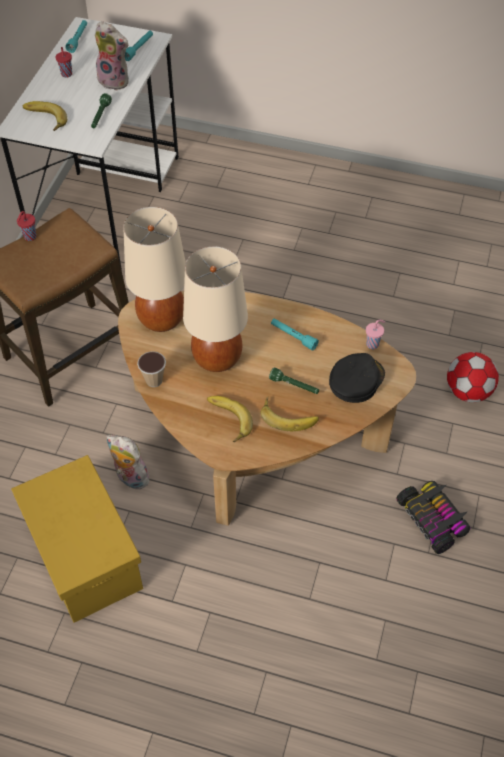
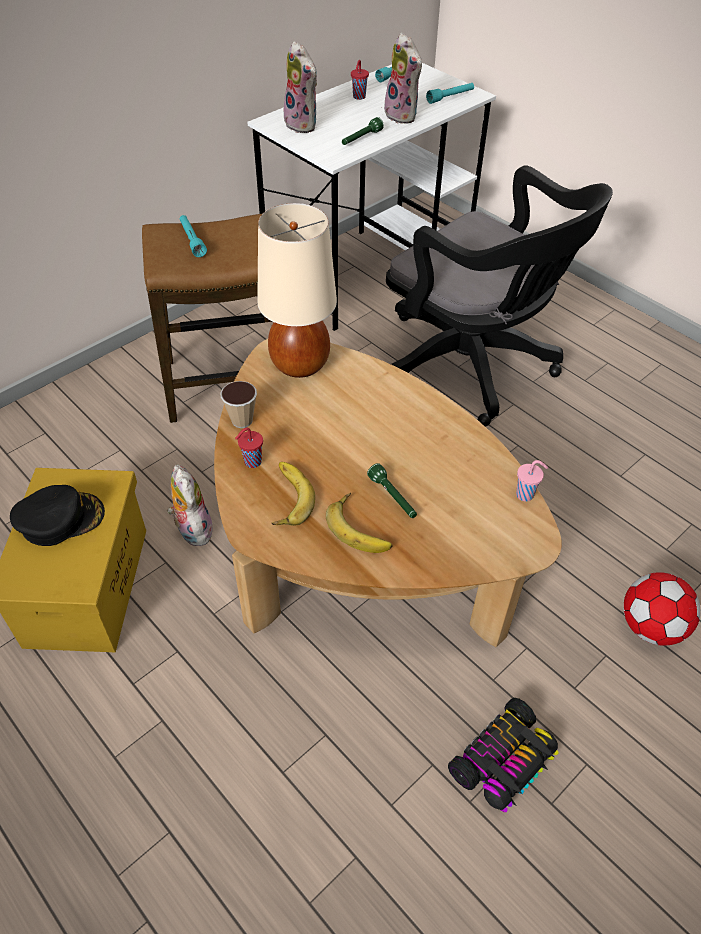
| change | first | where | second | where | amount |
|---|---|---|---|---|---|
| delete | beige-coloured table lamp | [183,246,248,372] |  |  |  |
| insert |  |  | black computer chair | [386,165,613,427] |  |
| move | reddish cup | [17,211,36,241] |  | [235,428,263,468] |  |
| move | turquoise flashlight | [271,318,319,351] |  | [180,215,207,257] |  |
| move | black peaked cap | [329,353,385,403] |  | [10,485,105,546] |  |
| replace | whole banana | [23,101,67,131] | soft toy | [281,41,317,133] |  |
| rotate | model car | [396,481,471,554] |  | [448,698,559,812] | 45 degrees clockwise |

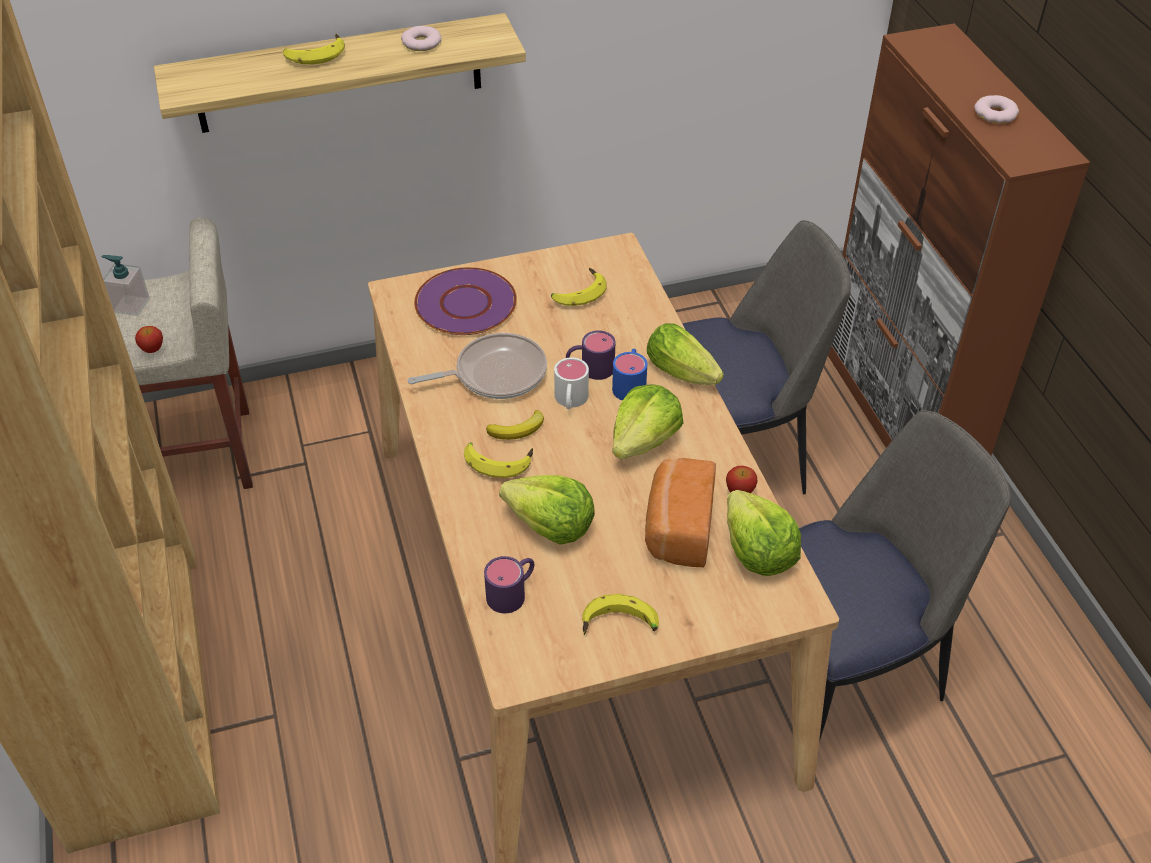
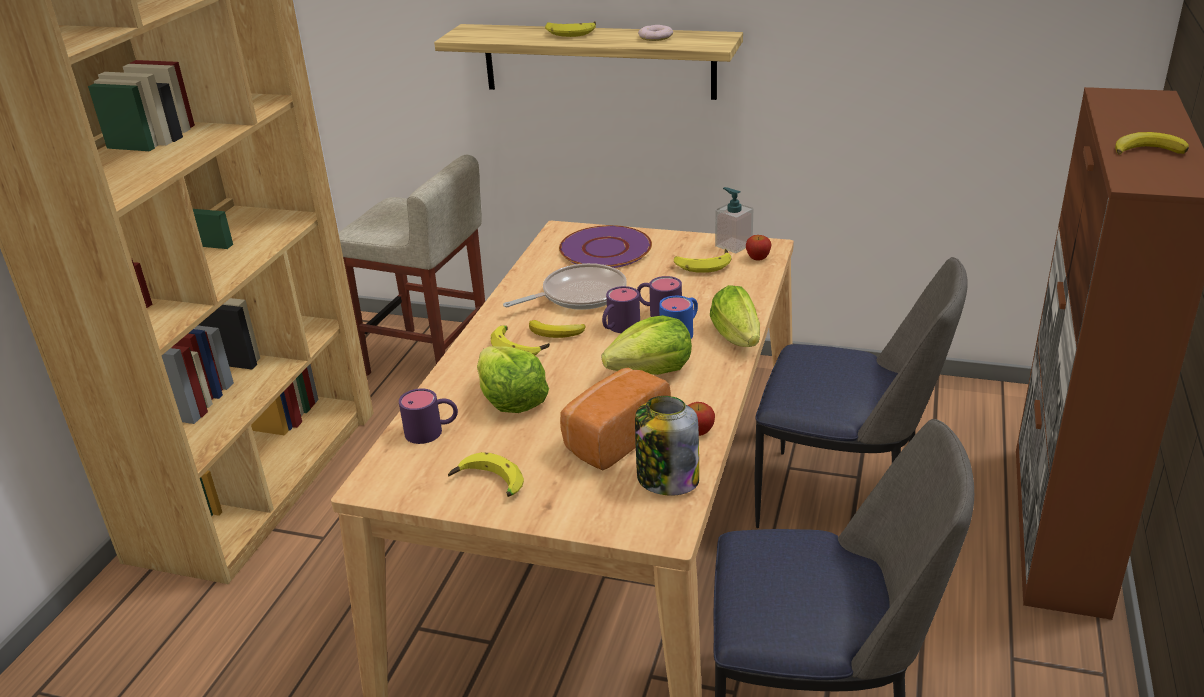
| change | first | where | second | where | amount |
|---|---|---|---|---|---|
| move | soap dispenser | [102,255,150,316] |  | [715,187,753,253] |  |
| move | apple fruit | [135,326,163,353] |  | [746,235,771,261] |  |
| replace | head of lettuce | [727,490,801,576] | storage jar | [635,396,699,496] |  |
| replace | ring doughnut | [974,95,1019,124] | whole banana | [1115,132,1189,155] |  |
| recolor | white-coloured coffee mug | [554,357,589,409] | purple coffee mug | [602,286,640,333] |  |
| rotate | pan | [408,333,547,399] |  | [503,263,627,310] | 45 degrees counterclockwise |

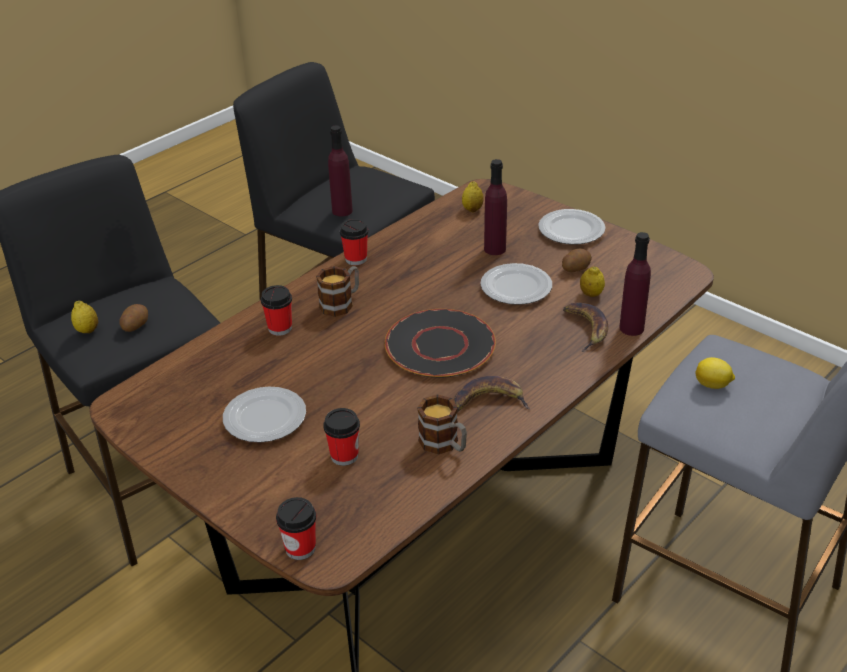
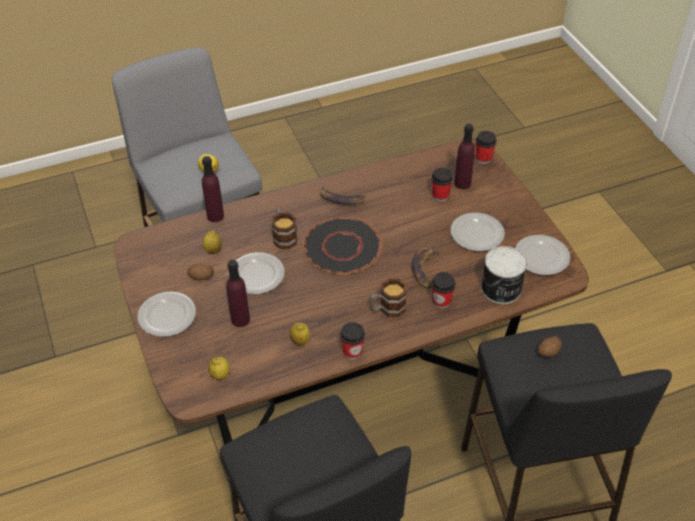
| change | first | where | second | where | amount |
|---|---|---|---|---|---|
| insert |  |  | sealed can | [481,246,527,304] |  |
| insert |  |  | dinner plate | [515,235,570,275] |  |
| move | whole lemon | [71,301,98,333] |  | [290,323,310,345] |  |
| move | purple drink bottle | [328,126,353,217] |  | [454,124,475,189] |  |
| move | coffee mug | [417,394,467,454] |  | [272,208,297,249] |  |
| move | whole banana | [563,303,608,352] |  | [412,248,443,289] |  |

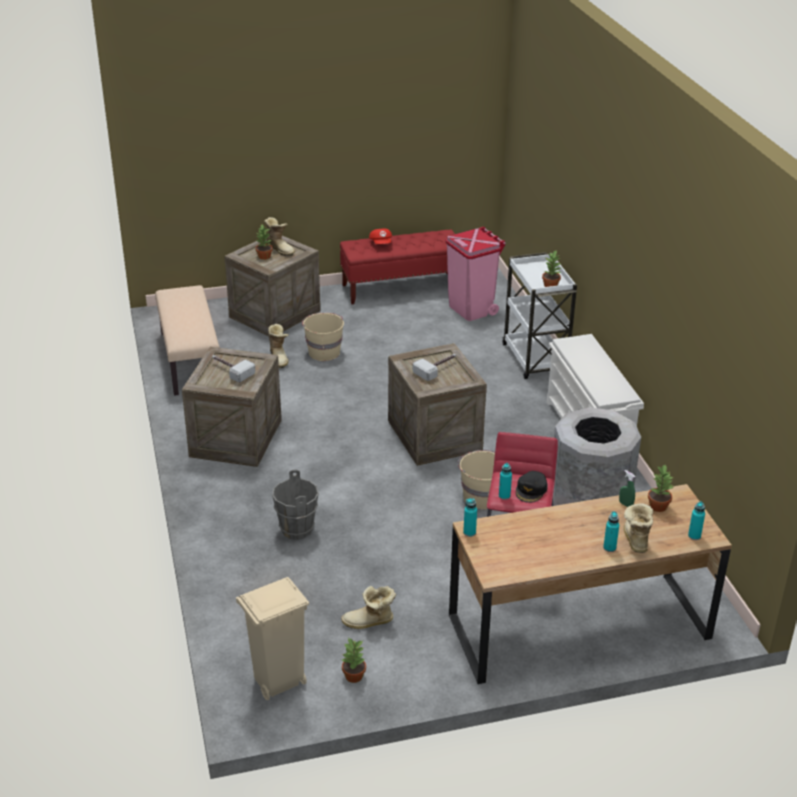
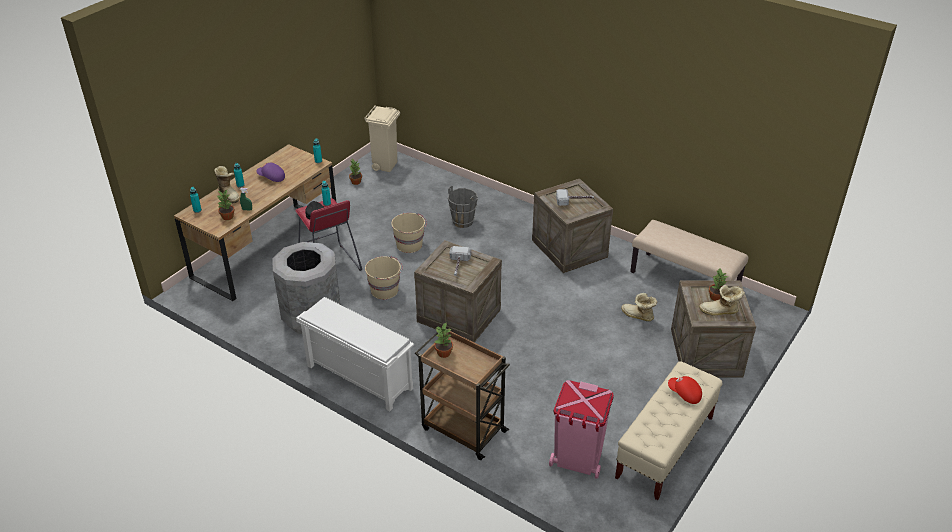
| change | first | where | second | where | amount |
|---|---|---|---|---|---|
| delete | high-top boot | [341,586,396,629] |  |  |  |
| insert |  |  | purple peaked cap | [257,163,285,182] |  |
| move | beige-coloured water bucket | [302,313,344,361] |  | [391,213,427,253] |  |
| recolor | reddish indoor bench | [340,230,455,304] | beige-coloured indoor bench | [615,361,723,500] |  |
| recolor | white-coloured trolley | [502,252,577,379] | brown-coloured trolley | [415,329,510,460] |  |

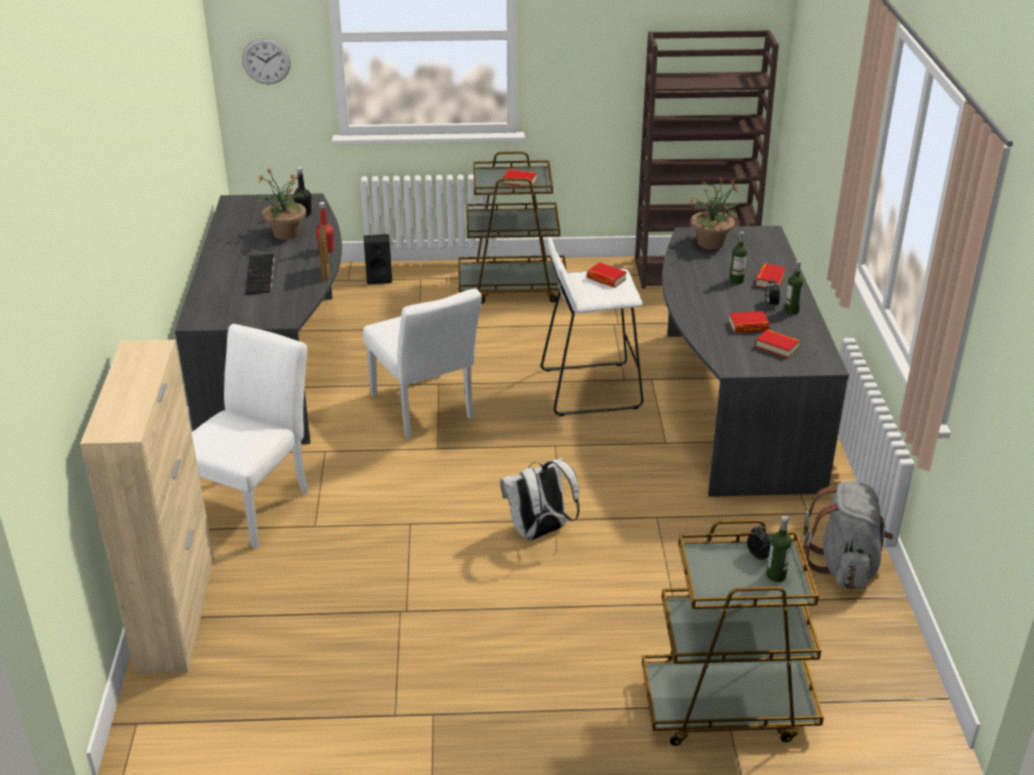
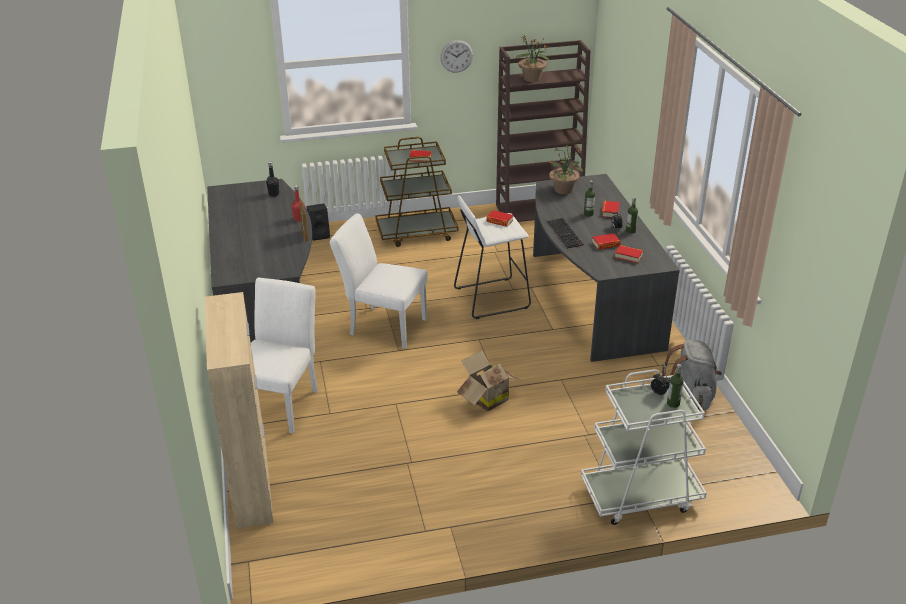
| change | first | where | second | where | amount |
|---|---|---|---|---|---|
| move | clock on the wall | [242,38,291,84] |  | [440,40,473,73] |  |
| move | keyboard | [244,254,274,295] |  | [547,218,584,248] |  |
| move | potted plant | [254,168,306,240] |  | [516,35,550,82] |  |
| replace | white-coloured backpack | [500,458,580,540] | cardboard box | [457,350,520,412] |  |
| recolor | brown-coloured trolley | [642,520,824,746] | white-coloured trolley | [581,369,707,525] |  |
| rotate | white-coloured upright chair | [363,288,482,438] |  | [330,214,428,349] | 150 degrees clockwise |

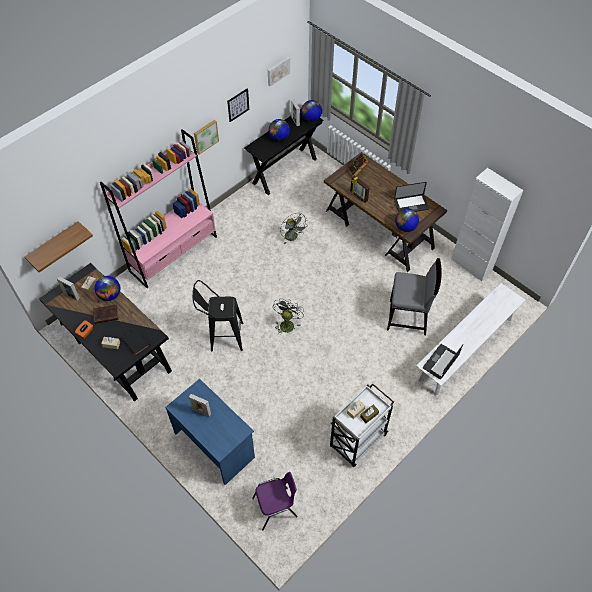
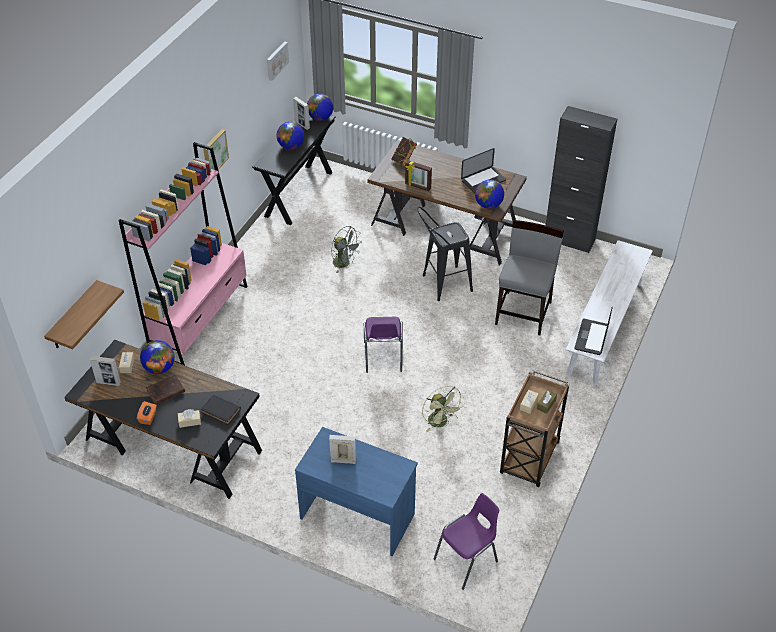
| change | first | where | second | where | amount |
|---|---|---|---|---|---|
| delete | wall picture | [227,88,249,122] |  |  |  |
| insert |  |  | green electric fan | [422,386,464,432] |  |
| move | black stool | [192,280,243,352] |  | [417,207,473,301] |  |
| replace | grey electric fan | [273,298,305,335] | purple upright chair | [364,317,403,373] |  |
| recolor | white-coloured trolley | [330,383,394,467] | brown-coloured trolley | [500,371,569,487] |  |
| recolor | white-coloured storage cabinet | [451,168,523,282] | black storage cabinet | [546,106,617,253] |  |
| rotate | grey upright chair | [387,258,442,335] |  | [495,220,564,336] | 60 degrees counterclockwise |

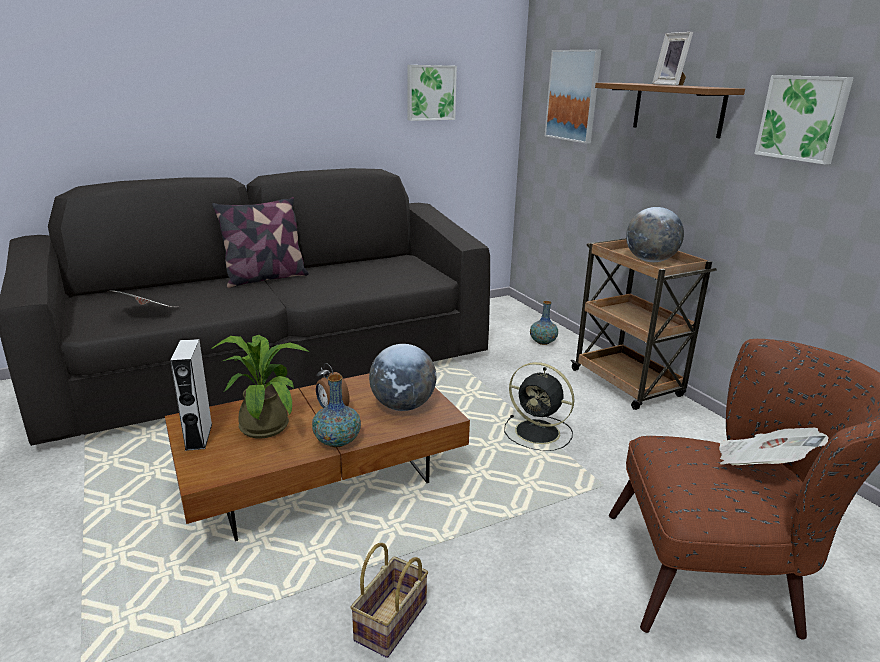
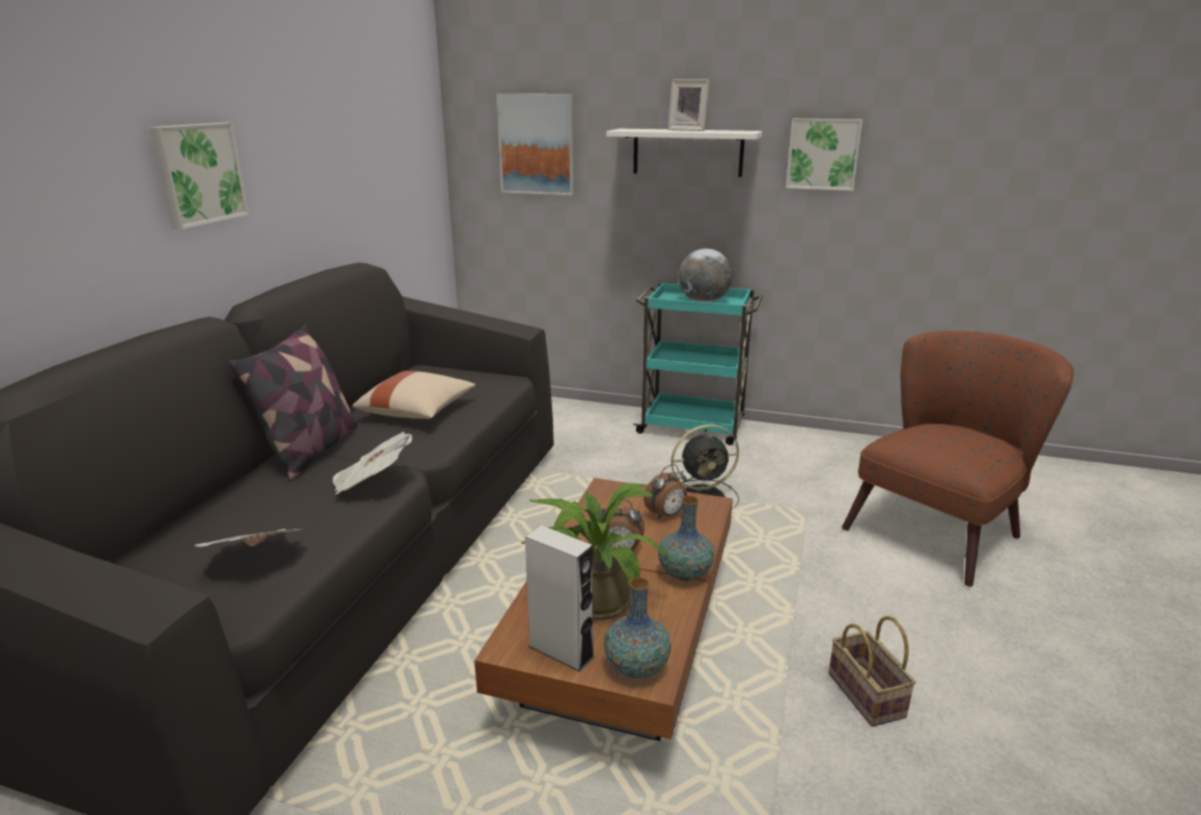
| change | first | where | second | where | amount |
|---|---|---|---|---|---|
| insert |  |  | beige-coloured cushion | [352,371,476,419] |  |
| move | wall picture | [407,65,457,121] |  | [150,123,249,229] |  |
| move | vase | [530,301,558,345] |  | [604,577,671,678] |  |
| move | daily paper | [719,428,829,465] |  | [332,432,412,495] |  |
| replace | globe | [369,344,436,411] | bedside clock | [644,464,687,519] |  |
| recolor | brown-coloured trolley | [570,238,717,410] | turquoise trolley | [633,282,763,445] |  |
| recolor | brown-coloured bracket shelf | [595,83,745,138] | white-coloured bracket shelf | [606,129,762,177] |  |

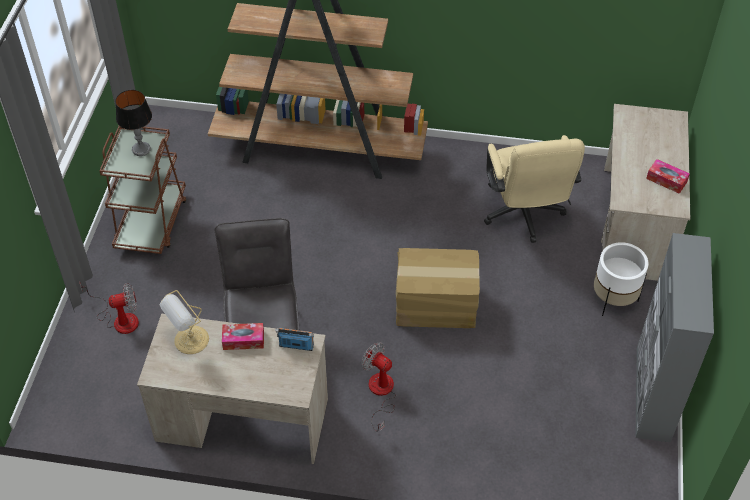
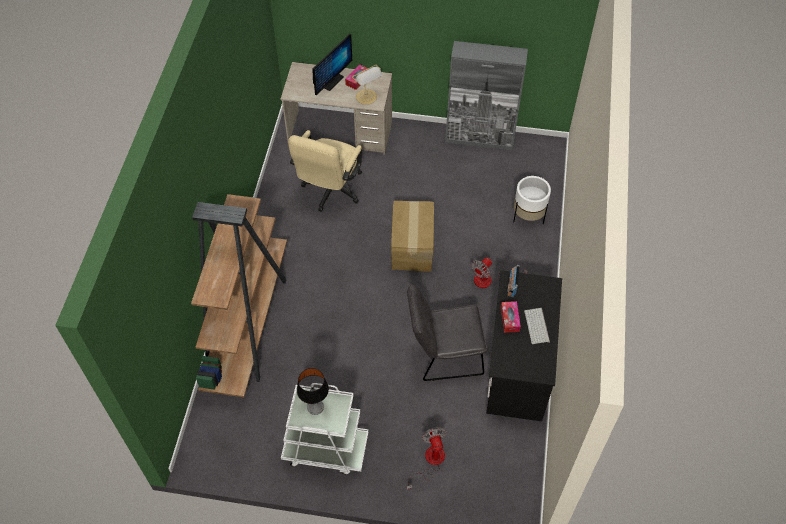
| change | first | where | second | where | amount |
|---|---|---|---|---|---|
| insert |  |  | computer screen | [313,34,352,96] |  |
| insert |  |  | keyboard | [524,308,550,344] |  |
| move | table lamp | [160,290,209,354] |  | [352,65,382,105] |  |
| move | white-coloured plant pot | [594,242,649,316] |  | [513,176,551,224] |  |
| recolor | brown-coloured trolley | [99,126,187,254] | white-coloured trolley | [281,383,369,475] |  |
| recolor | beige-coloured desk | [137,313,328,464] | black desk | [486,270,562,422] |  |
| rotate | beige-coloured computer chair | [484,135,585,243] |  | [288,130,362,212] | 120 degrees clockwise |

